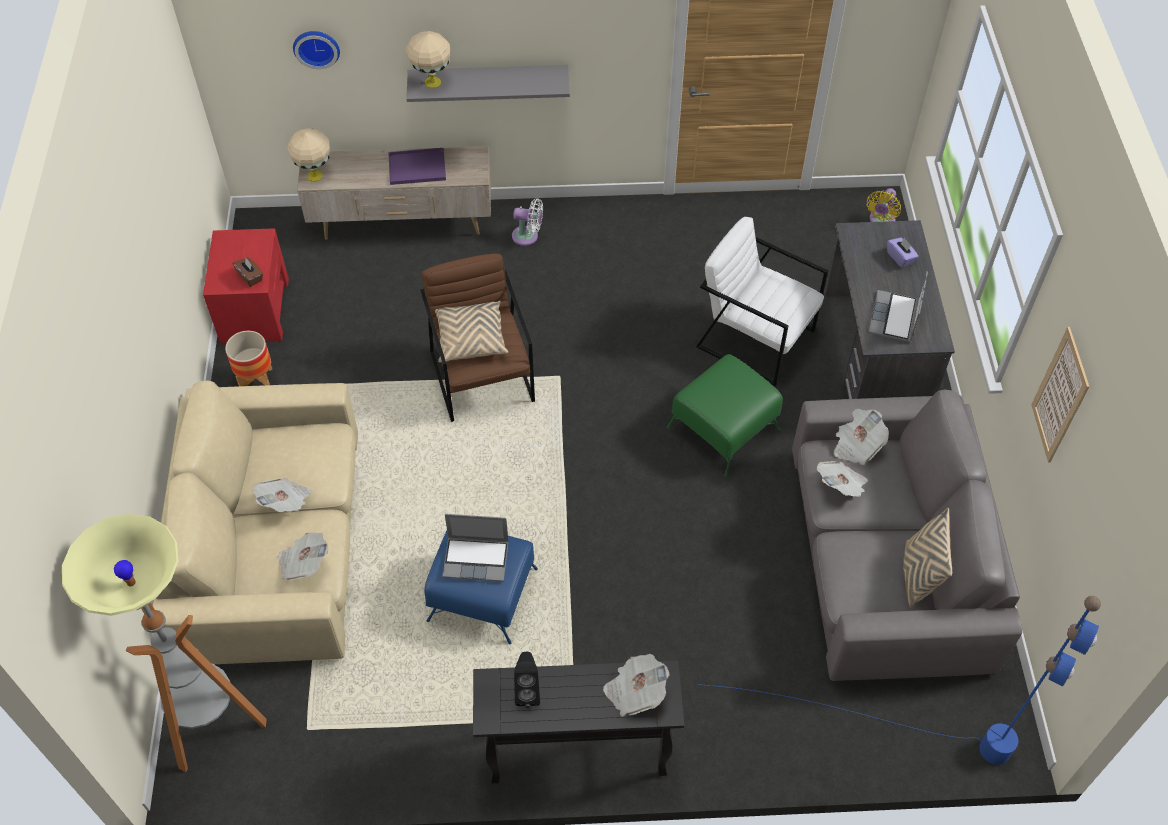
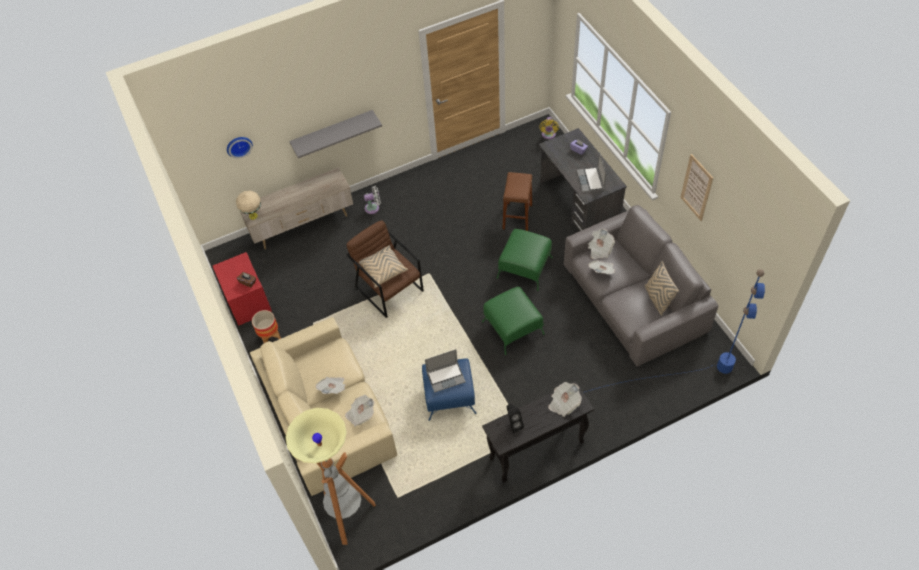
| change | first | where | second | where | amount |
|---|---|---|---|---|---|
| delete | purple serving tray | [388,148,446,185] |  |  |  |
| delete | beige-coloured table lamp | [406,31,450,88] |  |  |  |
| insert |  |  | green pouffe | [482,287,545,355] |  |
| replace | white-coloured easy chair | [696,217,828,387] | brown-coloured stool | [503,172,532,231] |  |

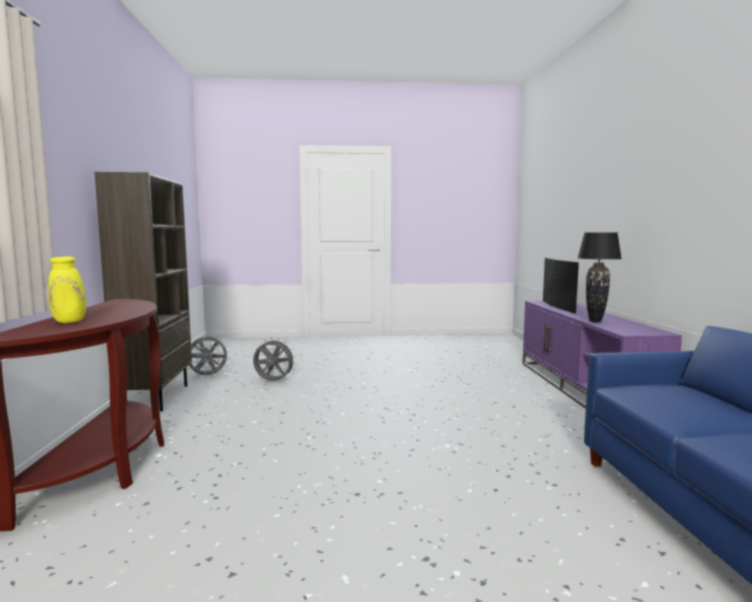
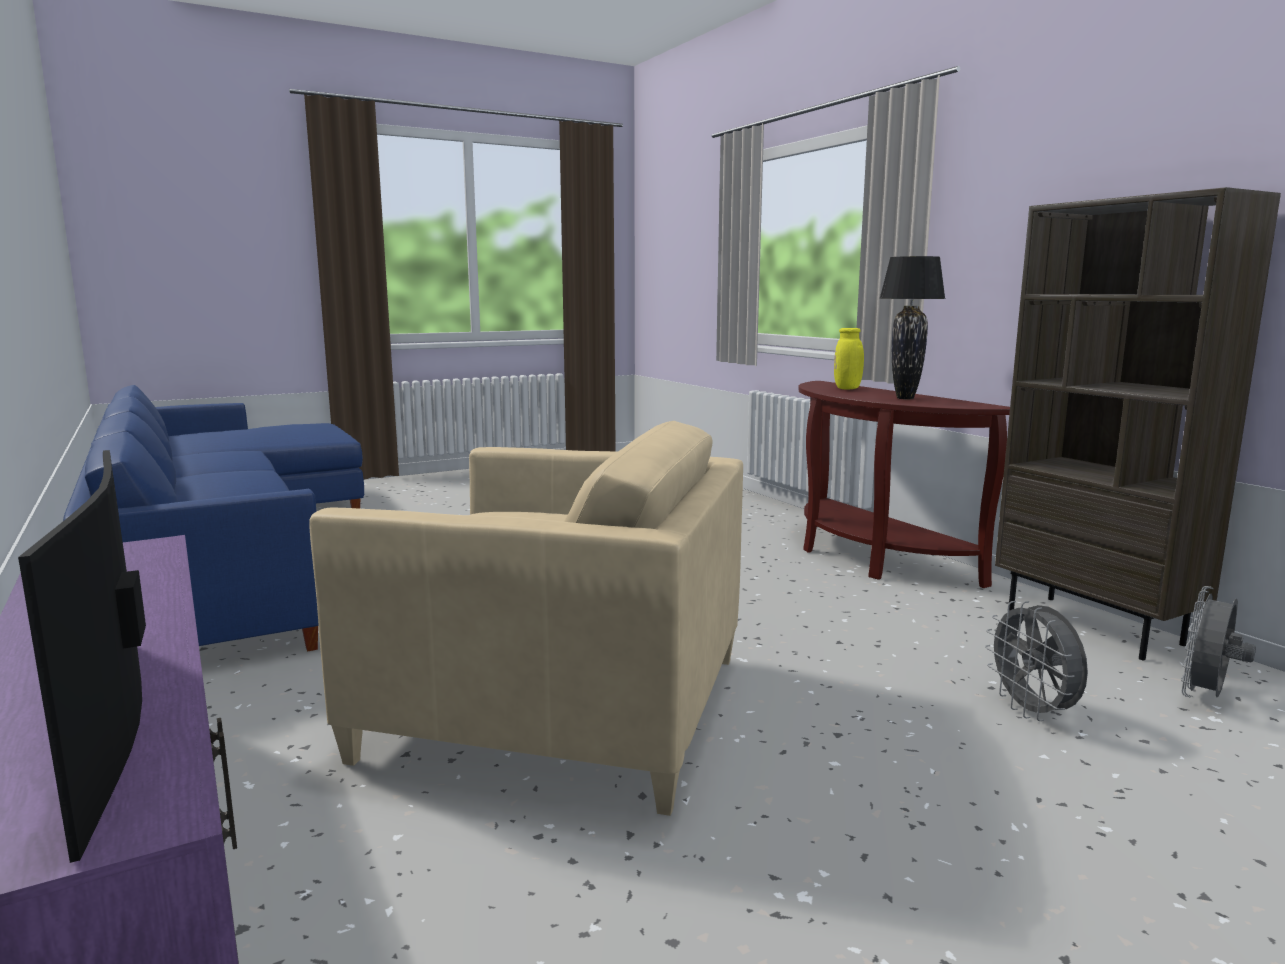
| change | first | where | second | where | amount |
|---|---|---|---|---|---|
| insert |  |  | beige-coloured easy chair | [309,421,743,816] |  |
| move | black table lamp | [578,232,622,323] |  | [879,256,946,400] |  |
| rotate | grey electric fan | [253,338,296,381] |  | [985,601,1088,721] | 90 degrees clockwise |

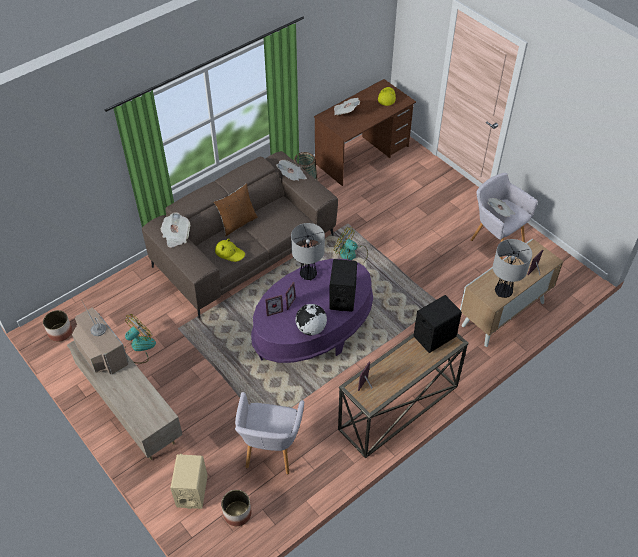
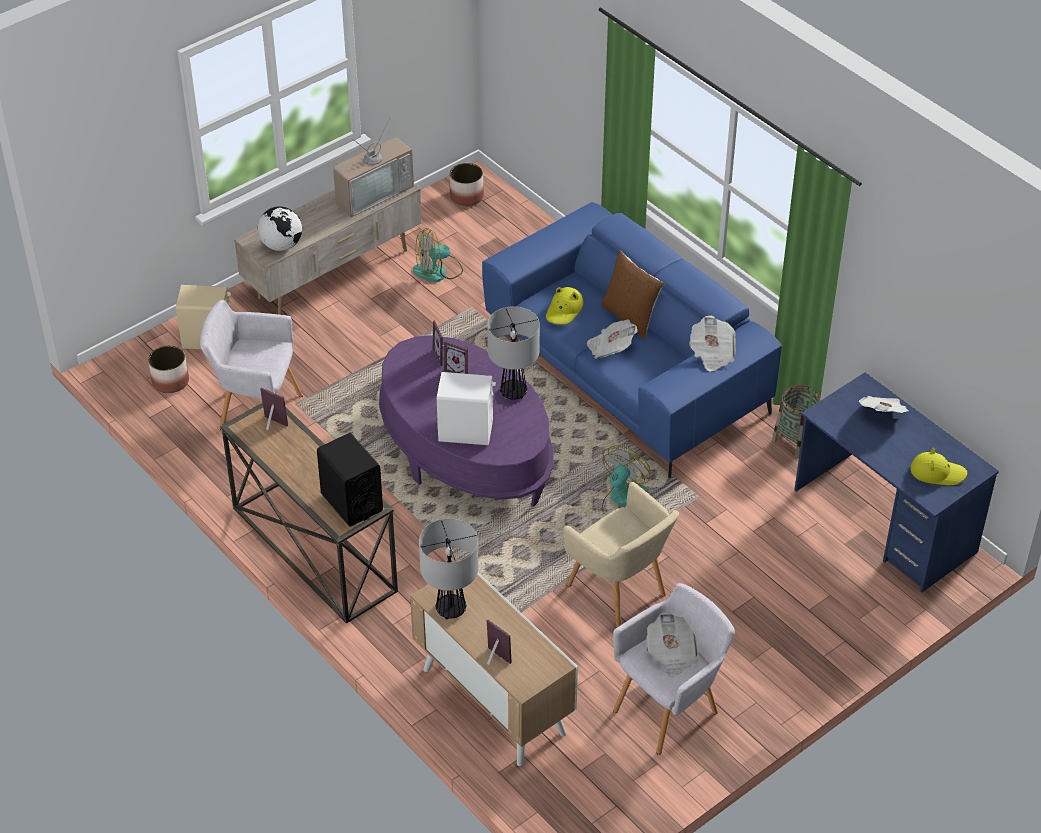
| change | first | where | second | where | amount |
|---|---|---|---|---|---|
| insert |  |  | beige-coloured easy chair | [563,482,679,628] |  |
| move | daily paper | [160,212,190,248] |  | [587,319,637,359] |  |
| move | globe | [296,304,327,335] |  | [258,206,302,251] |  |
| recolor | brown-coloured sofa | [142,151,338,318] | blue-coloured sofa | [482,202,782,478] |  |
| recolor | brown-coloured desk | [314,79,416,186] | blue-coloured desk | [795,372,999,592] |  |
| recolor | black audio speaker | [329,259,357,312] | white-coloured audio speaker | [437,372,496,445] |  |
| rotate | electric fan | [124,314,156,363] |  | [413,228,463,282] | 120 degrees clockwise |

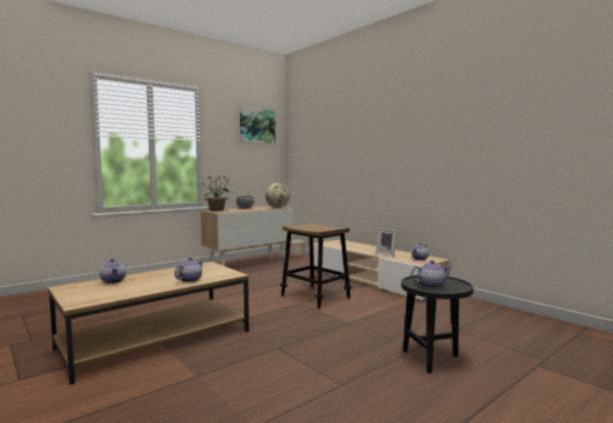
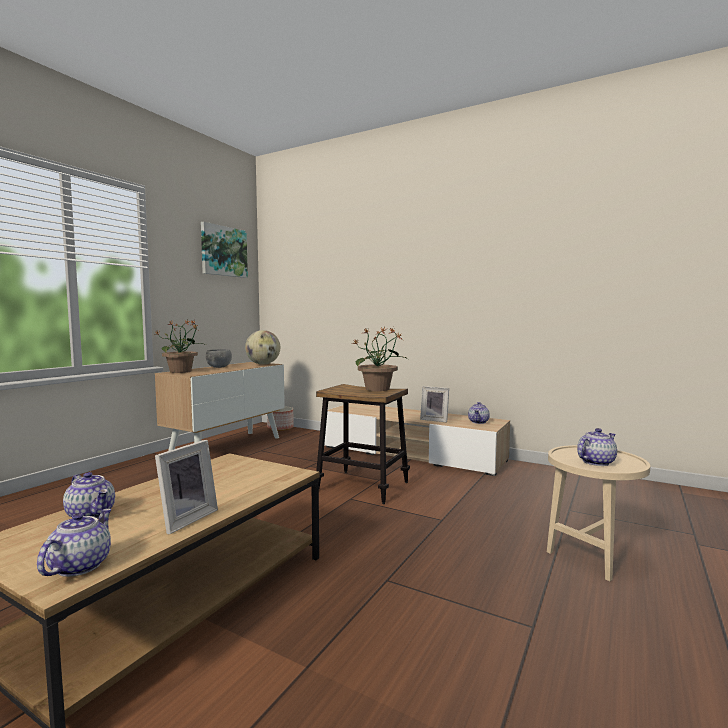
| change | first | where | second | where | amount |
|---|---|---|---|---|---|
| insert |  |  | standing frame | [155,440,218,534] |  |
| insert |  |  | potted plant | [351,327,408,391] |  |
| move | tea pot | [175,258,204,282] |  | [37,509,111,577] |  |
| recolor | black end table | [401,275,473,374] | beige-coloured end table | [547,445,650,581] |  |

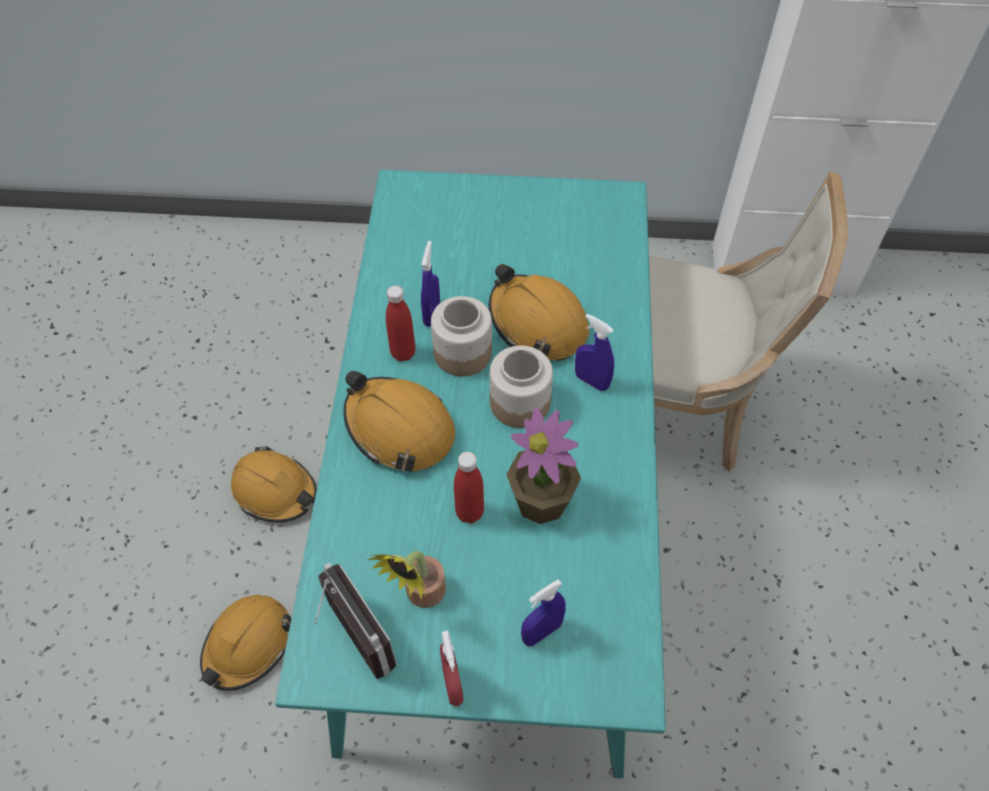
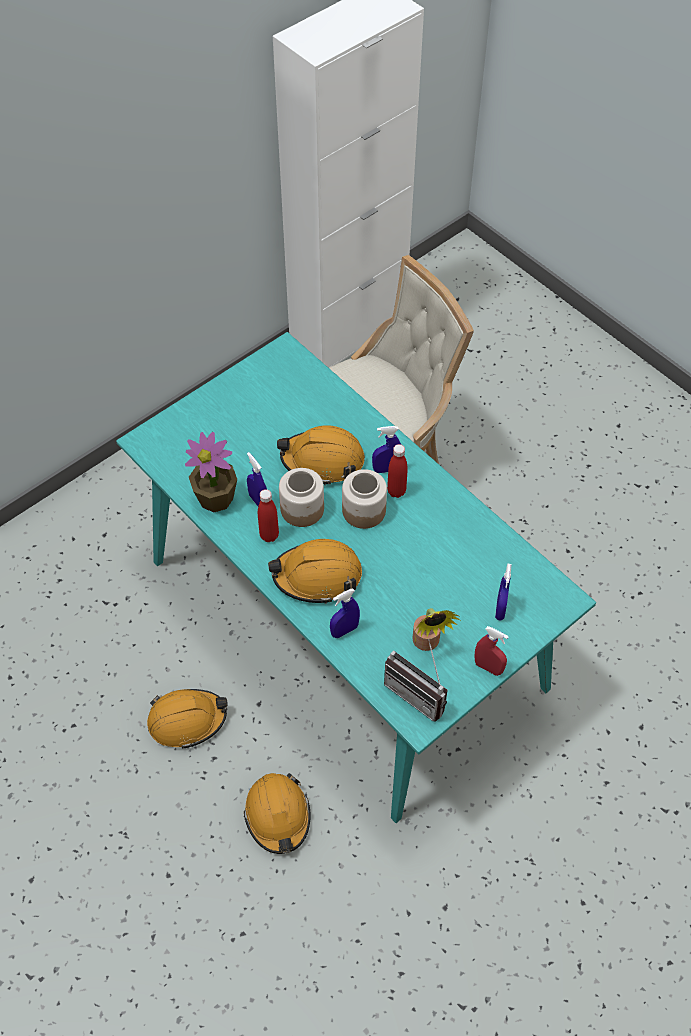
| change | first | where | second | where | amount |
|---|---|---|---|---|---|
| insert |  |  | blue-coloured sprayer | [330,588,360,638] |  |
| move | reddish drink bottle | [454,452,484,523] |  | [387,444,408,498] |  |
| move | potted plant | [506,407,581,524] |  | [185,432,237,512] |  |
| rotate | radio | [315,562,397,679] |  | [384,639,448,722] | 150 degrees counterclockwise |

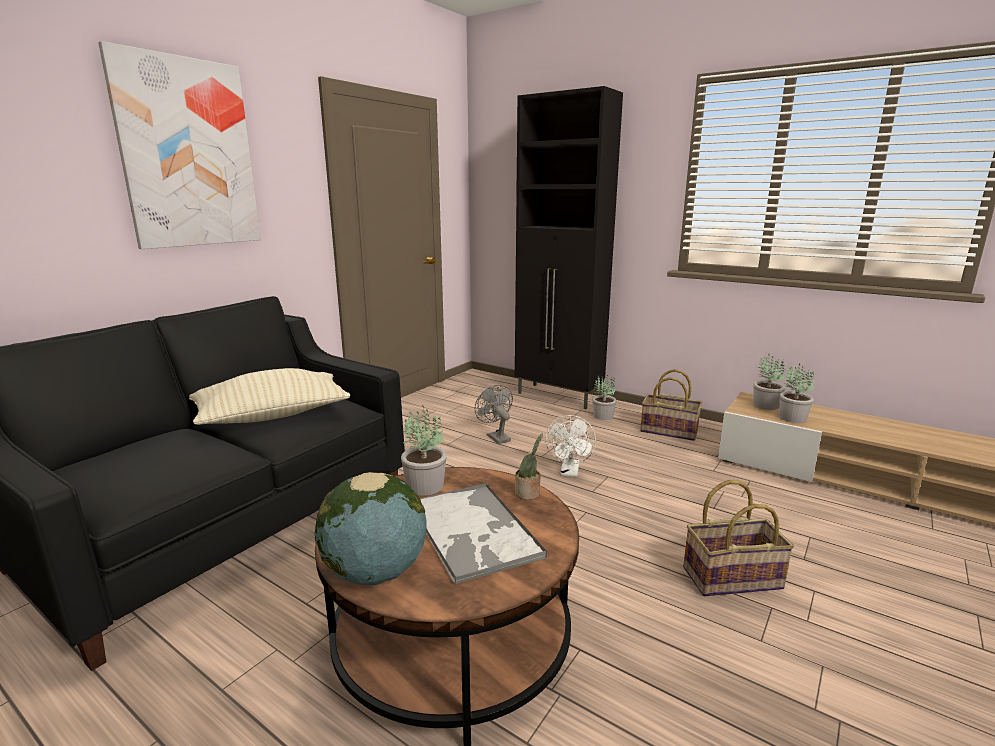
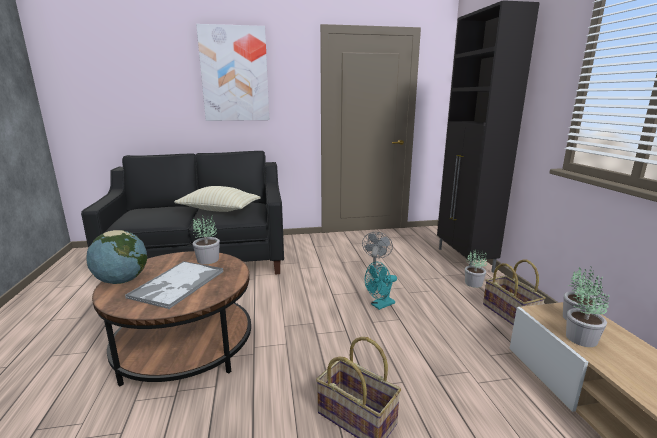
| change | first | where | second | where | amount |
|---|---|---|---|---|---|
| delete | potted plant | [515,434,543,500] |  |  |  |
| recolor | white-coloured electric fan | [546,415,596,477] | turquoise electric fan | [365,261,397,310] |  |

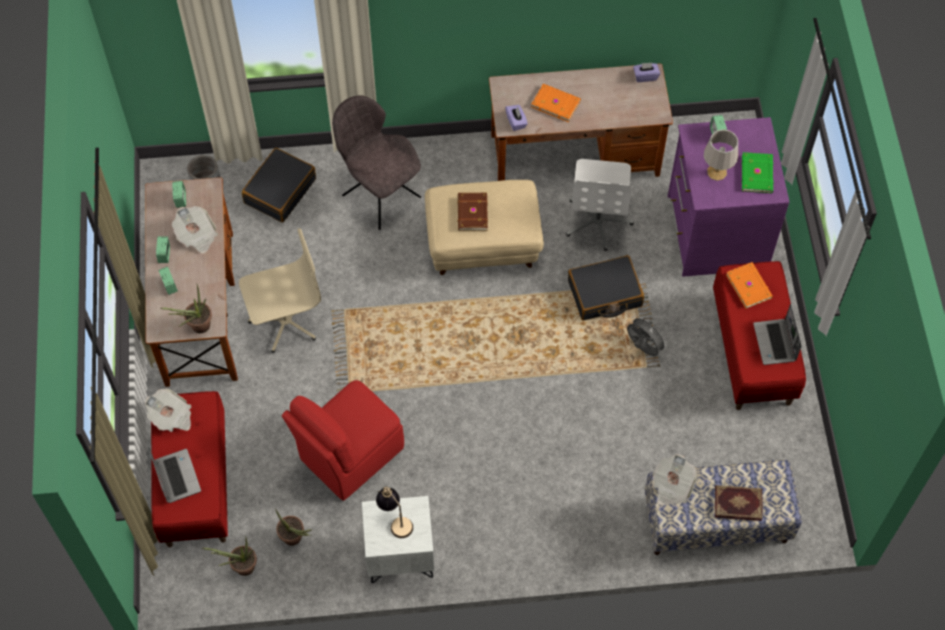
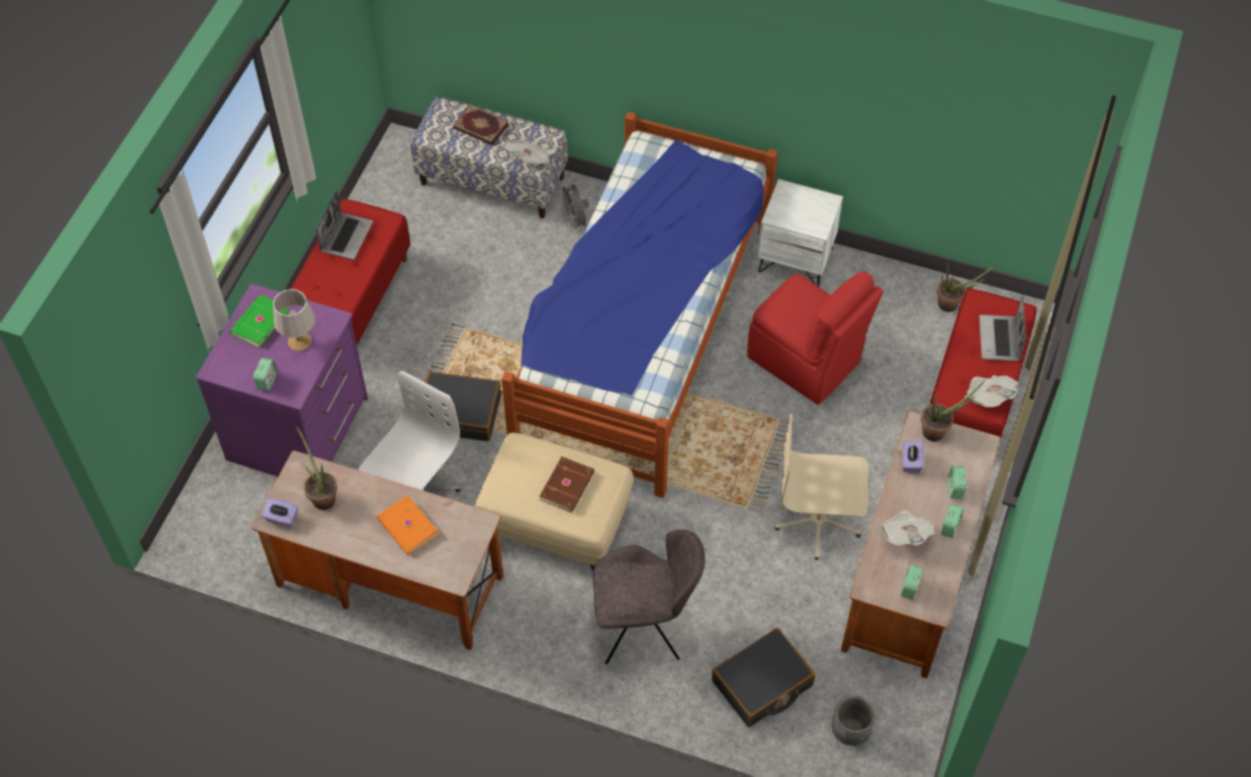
| change | first | where | second | where | amount |
|---|---|---|---|---|---|
| delete | table lamp | [376,486,413,538] |  |  |  |
| delete | orangey book | [726,262,773,309] |  |  |  |
| insert |  |  | bedroom bed | [501,112,778,498] |  |
| move | potted plant | [275,509,312,546] |  | [295,425,337,510] |  |
| move | purple box of tissues | [505,105,528,131] |  | [902,441,924,473] |  |
| move | grey electric fan | [627,315,668,356] |  | [559,184,589,232] |  |
| rotate | reddish upright chair | [282,380,404,501] |  | [747,271,883,405] | 60 degrees clockwise |
| rotate | grey upright chair | [332,95,421,230] |  | [593,530,705,664] | 75 degrees counterclockwise |

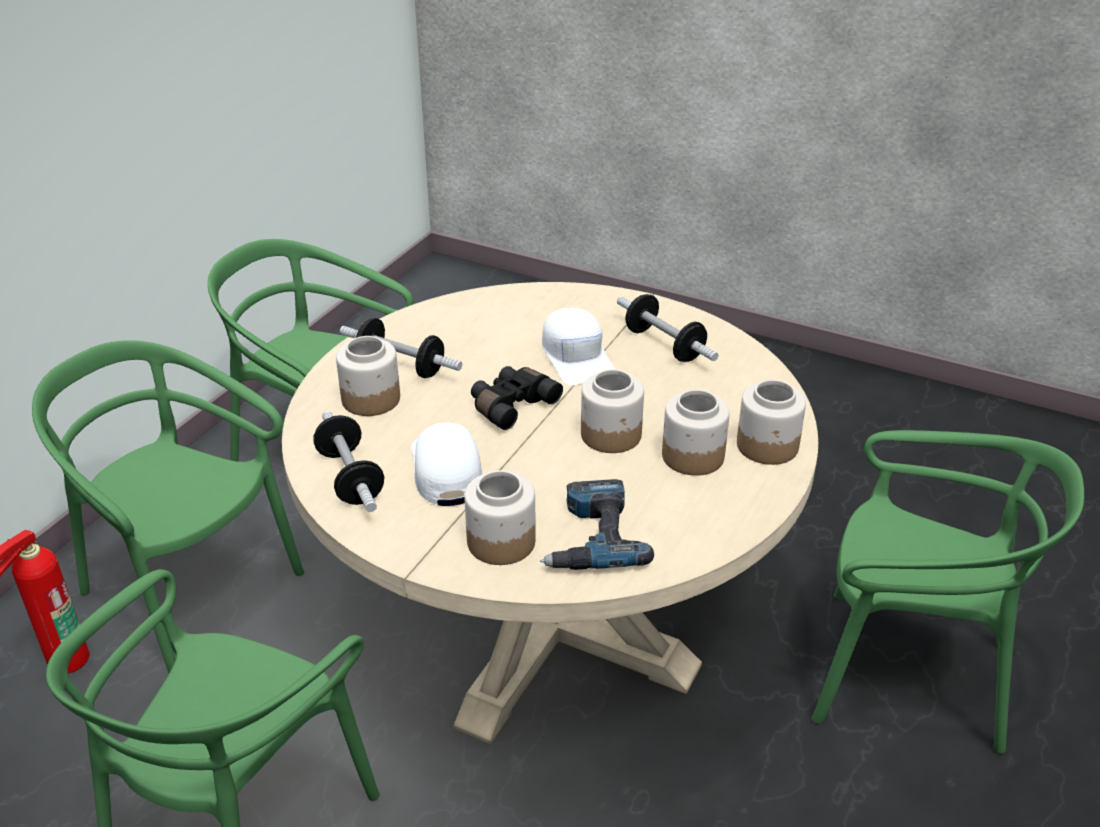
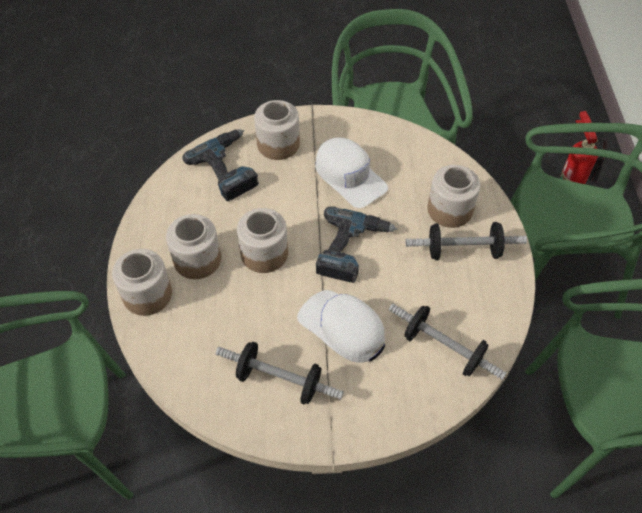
| change | first | where | second | where | amount |
|---|---|---|---|---|---|
| move | hand weight | [313,411,384,512] |  | [389,303,507,380] |  |
| replace | black binoculars | [471,366,563,430] | drill | [316,206,397,283] |  |

